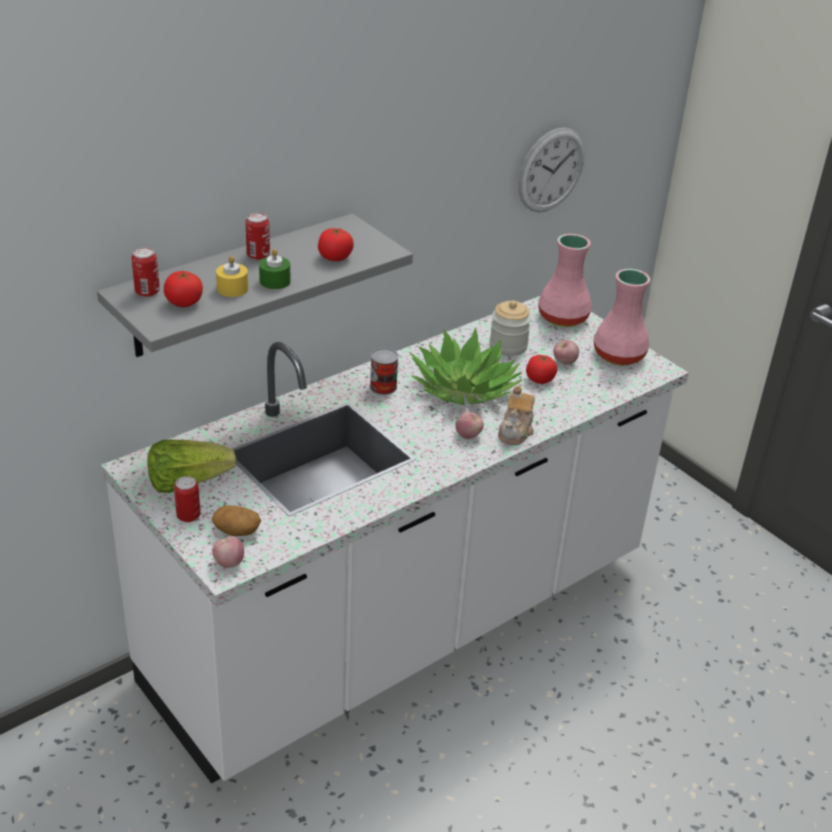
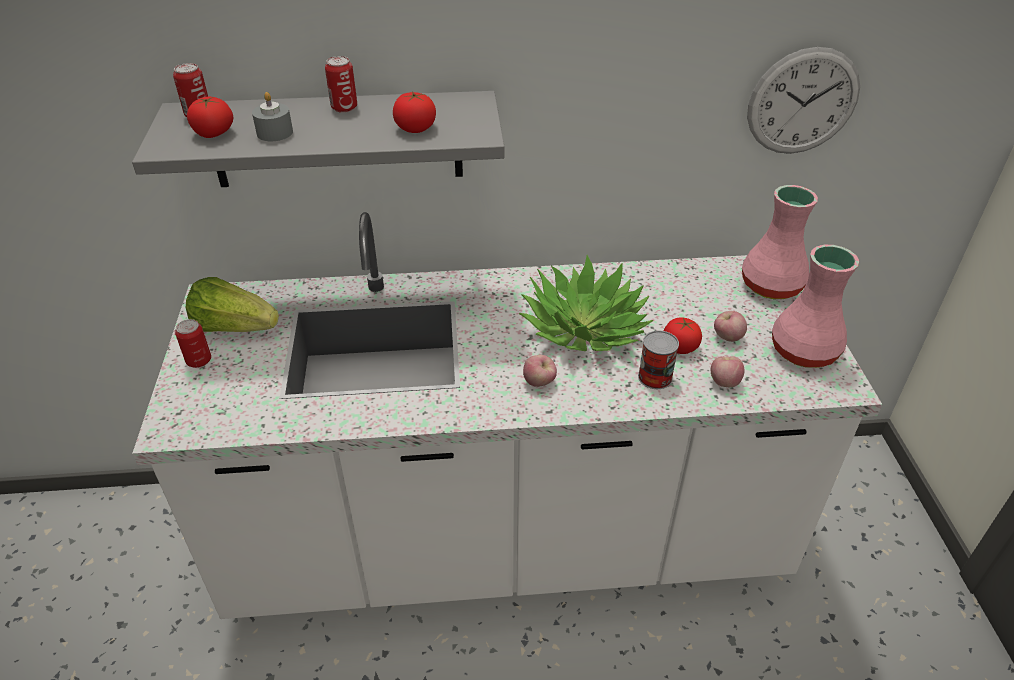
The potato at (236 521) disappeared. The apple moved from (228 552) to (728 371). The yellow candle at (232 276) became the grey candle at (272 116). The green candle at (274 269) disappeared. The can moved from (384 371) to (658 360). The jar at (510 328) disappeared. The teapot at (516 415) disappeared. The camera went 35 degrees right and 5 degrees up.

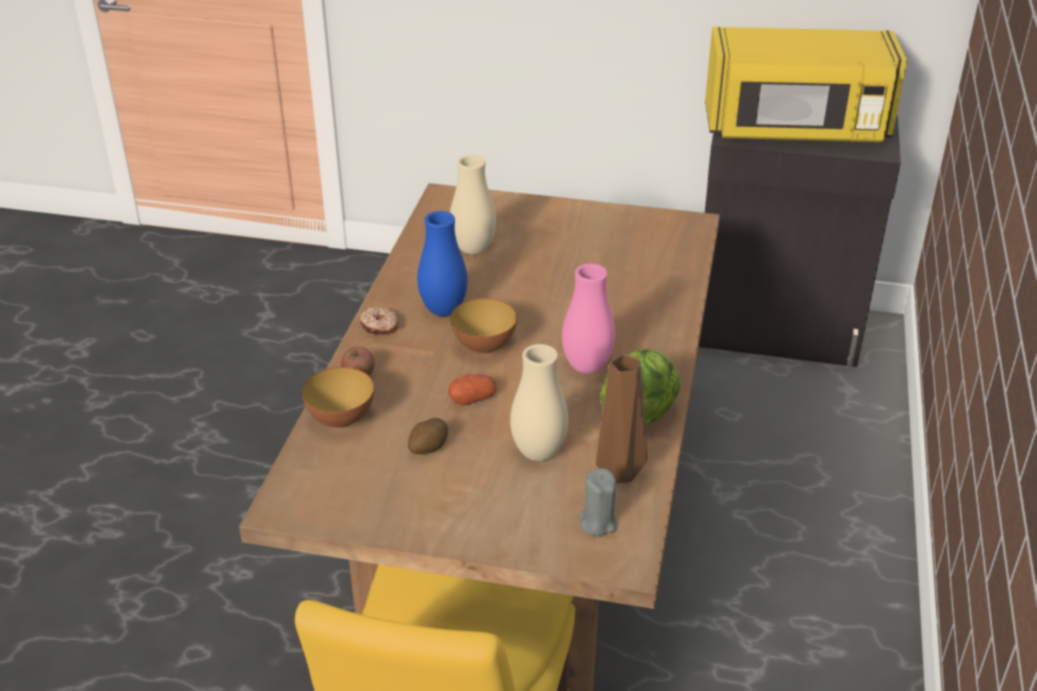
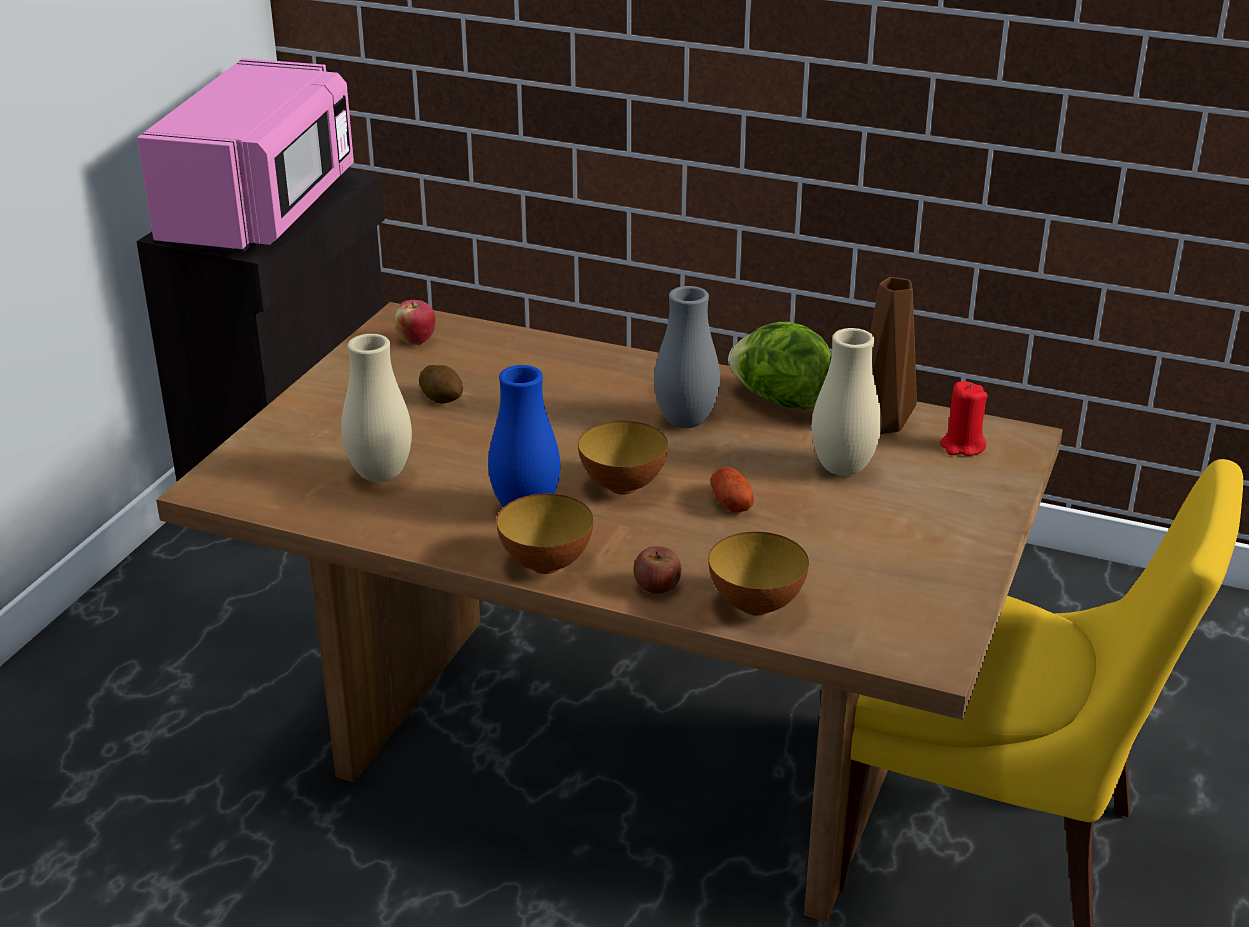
The donut at (378 321) was replaced by the bowl at (545 533). The potato moved from (428 436) to (441 384). The pink vase at (588 318) became the grey vase at (687 357). The grey candle at (598 502) became the red candle at (963 418). The yellow microwave at (806 84) became the pink microwave at (245 155). The apple at (415 322) appeared. The camera went 80 degrees left and 5 degrees down.

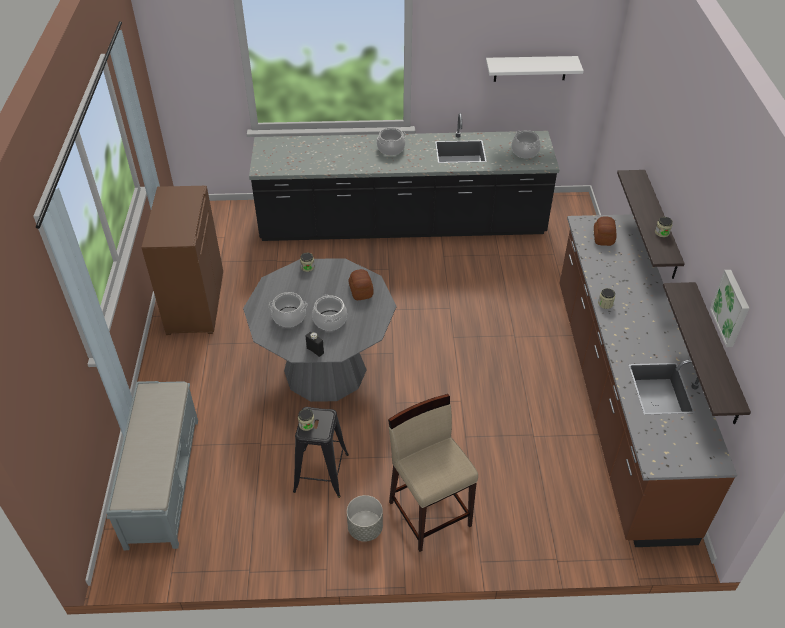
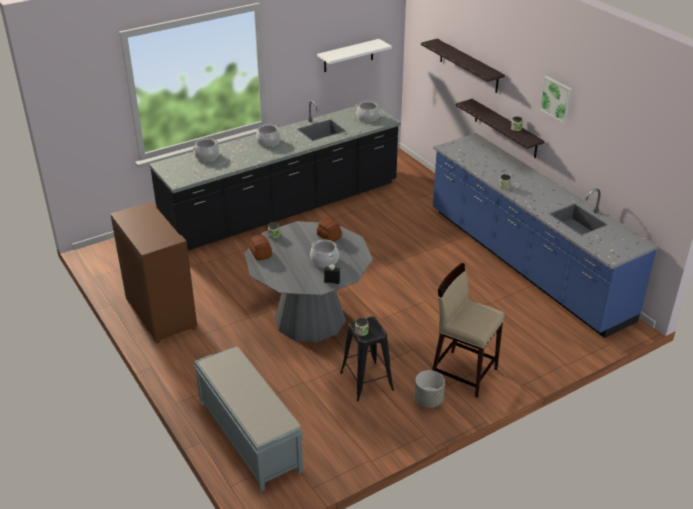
The cooking pot moved from (287 309) to (206 149). The brown counter at (648 380) became the blue counter at (545 235). The bread moved from (605 231) to (260 248). The shelf moved from (707 353) to (463 66). The picture moved from (729 308) to (556 99). The camera went 30 degrees left and 10 degrees down.

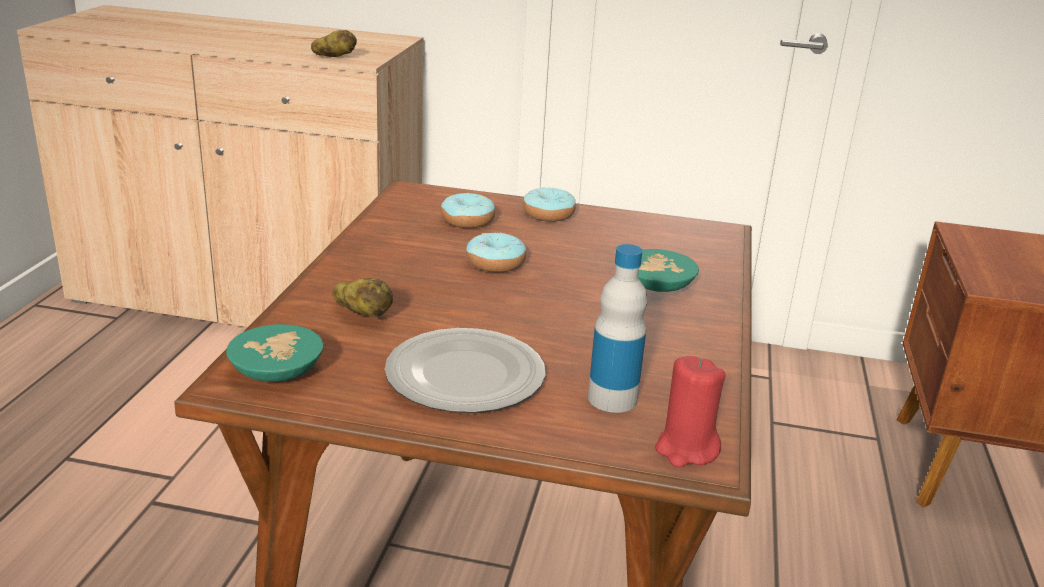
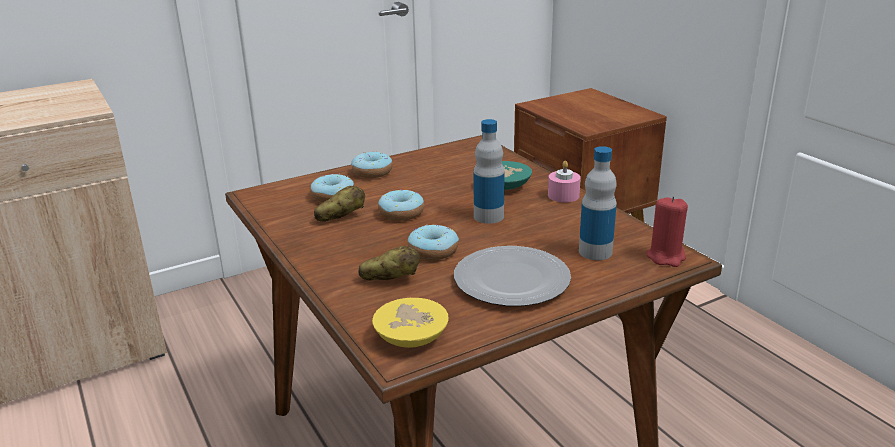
The turquoise bowl at (274 353) became the yellow bowl at (410 323). The potato moved from (334 43) to (339 204). The donut at (433 242) appeared. The bottle at (489 171) appeared. The pink candle at (564 181) appeared. The camera went 40 degrees left and 0 degrees up.

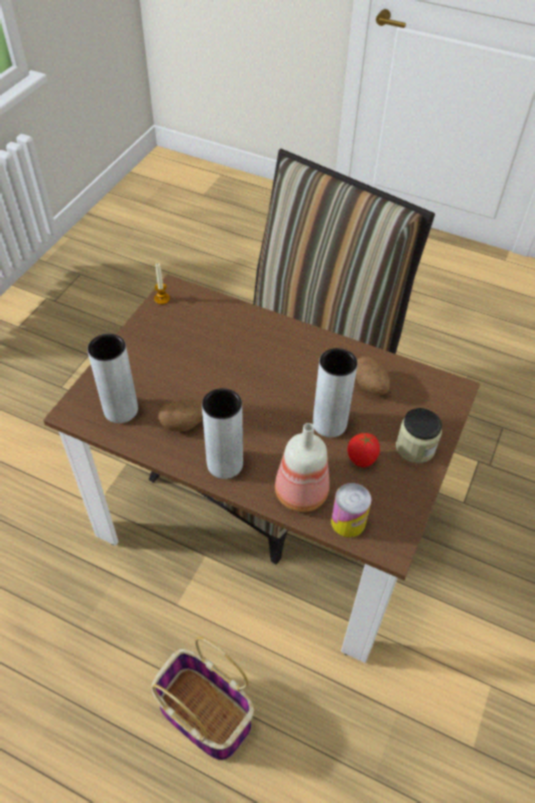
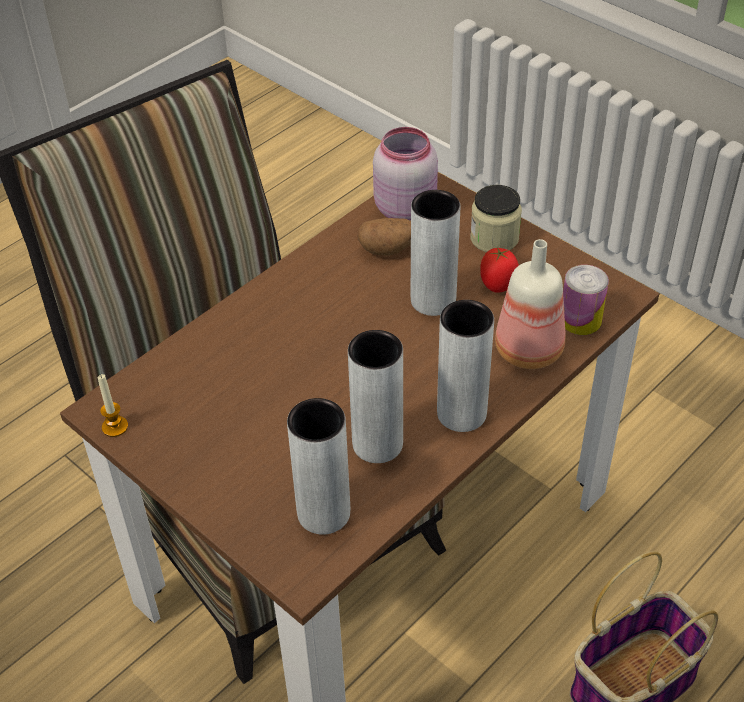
The potato at (180 416) was replaced by the grey vase at (375 396). The pink jar at (405 174) appeared. The camera went 70 degrees left and 5 degrees down.

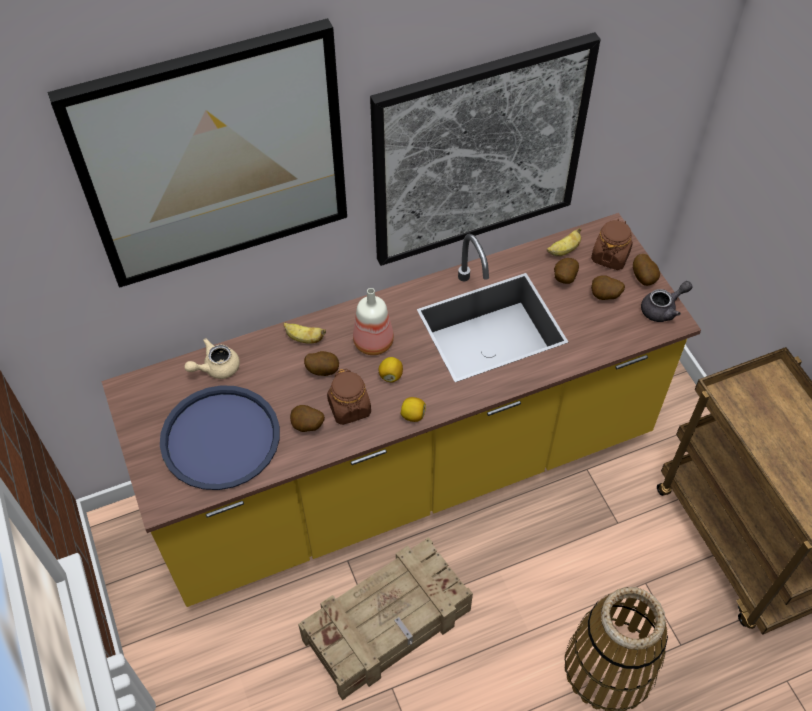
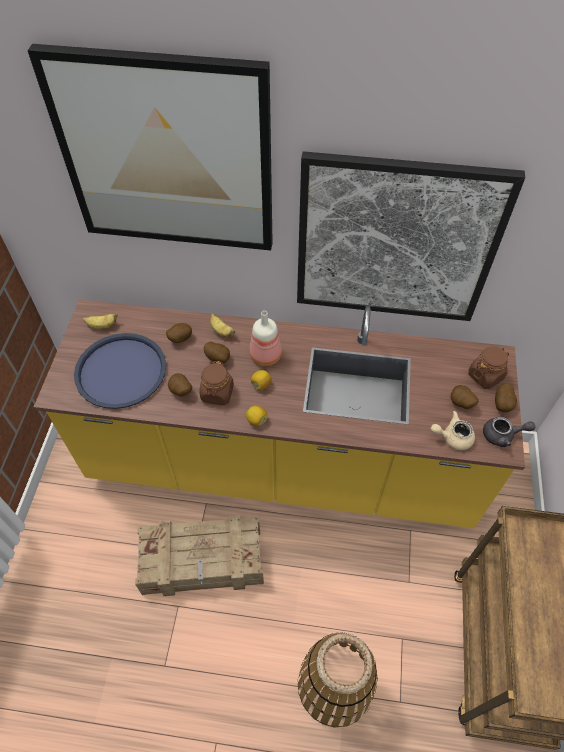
The beige teapot moved from (212 358) to (453 430). The banana moved from (564 242) to (100 321). The potato moved from (566 271) to (179 333). The camera went 30 degrees right and 0 degrees up.

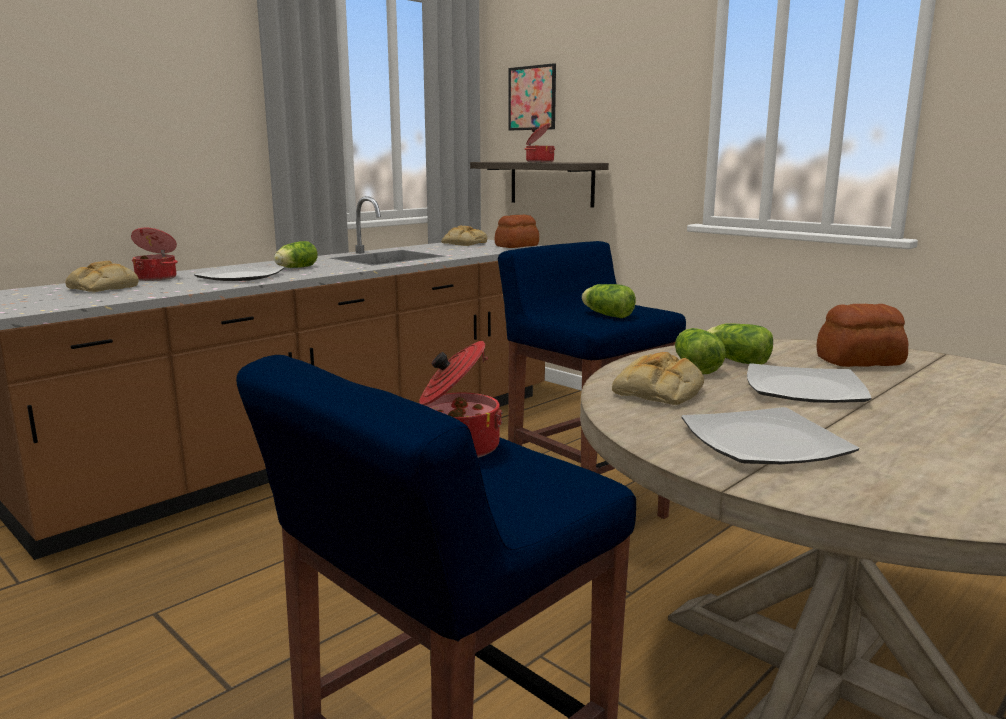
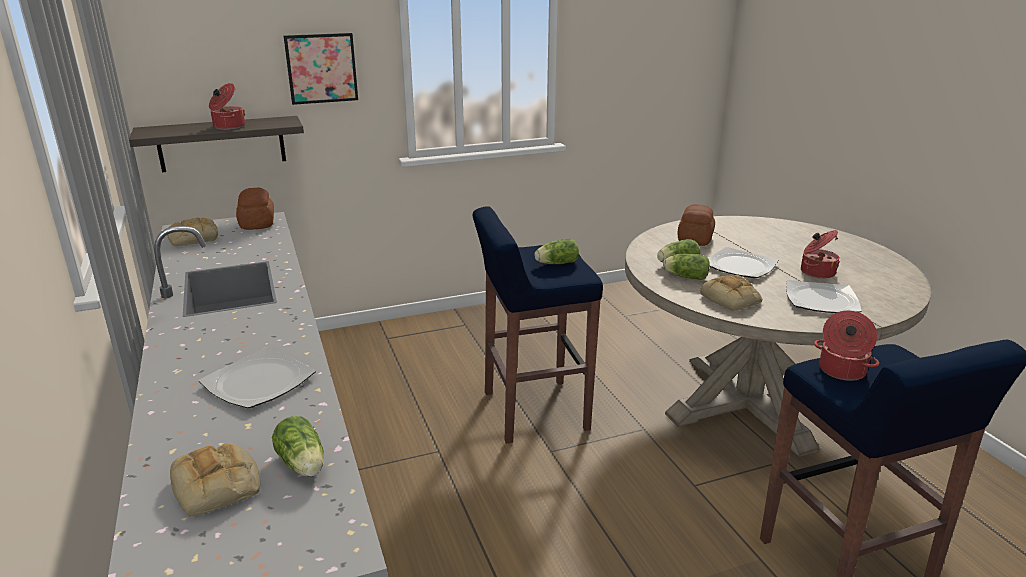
The cooking pot moved from (154 254) to (820 254). The lettuce moved from (296 254) to (298 446). The picture moved from (532 96) to (321 69). The camera went 65 degrees left and 10 degrees up.

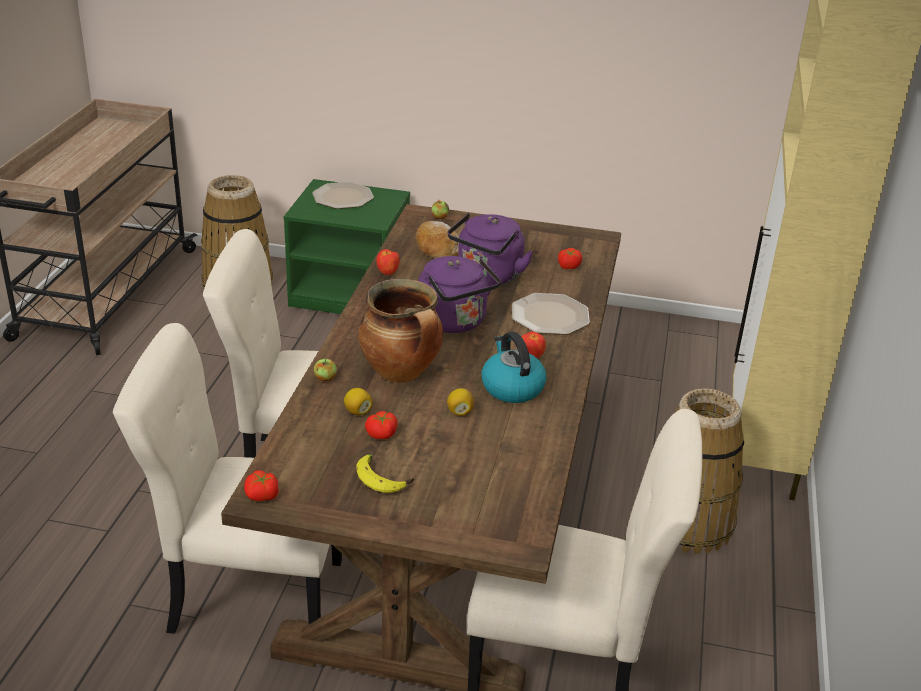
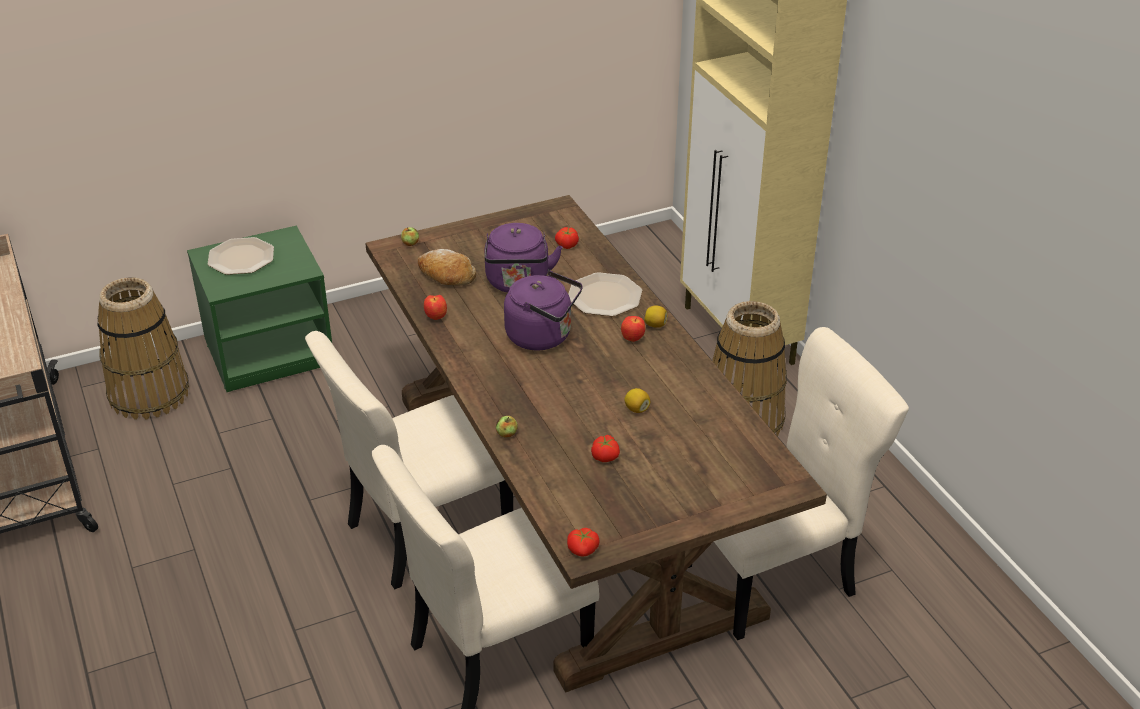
The lemon moved from (358 401) to (655 317). The banana at (385 473) disappeared. The cooking pot at (400 331) disappeared. The kettle at (514 367) disappeared. The camera went 35 degrees left and 5 degrees up.

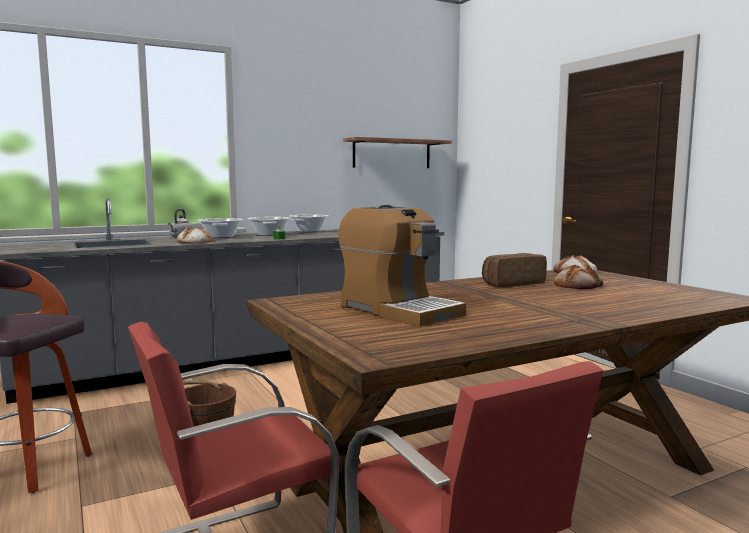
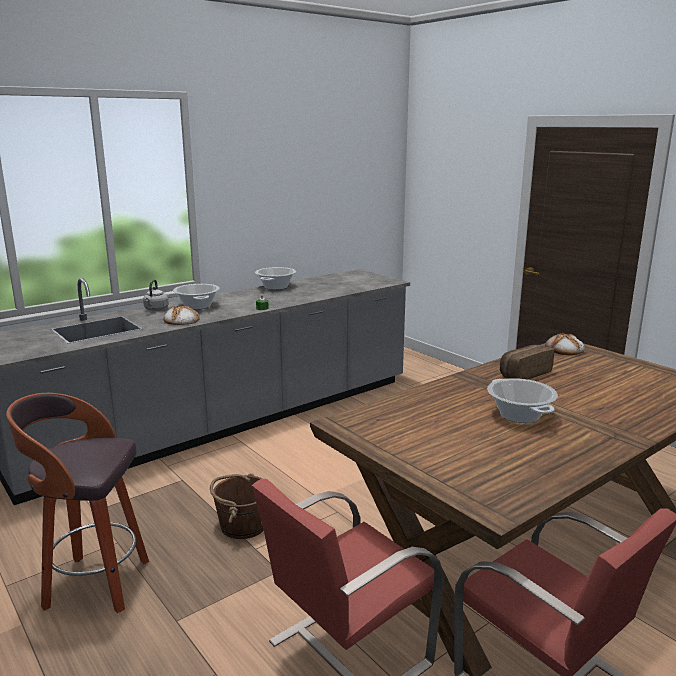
The cooking pot moved from (268 226) to (522 400). The coffee machine at (402 266) disappeared. The shelf at (397 152) disappeared. The bread at (578 277) disappeared. The camera went 10 degrees left and 10 degrees up.

